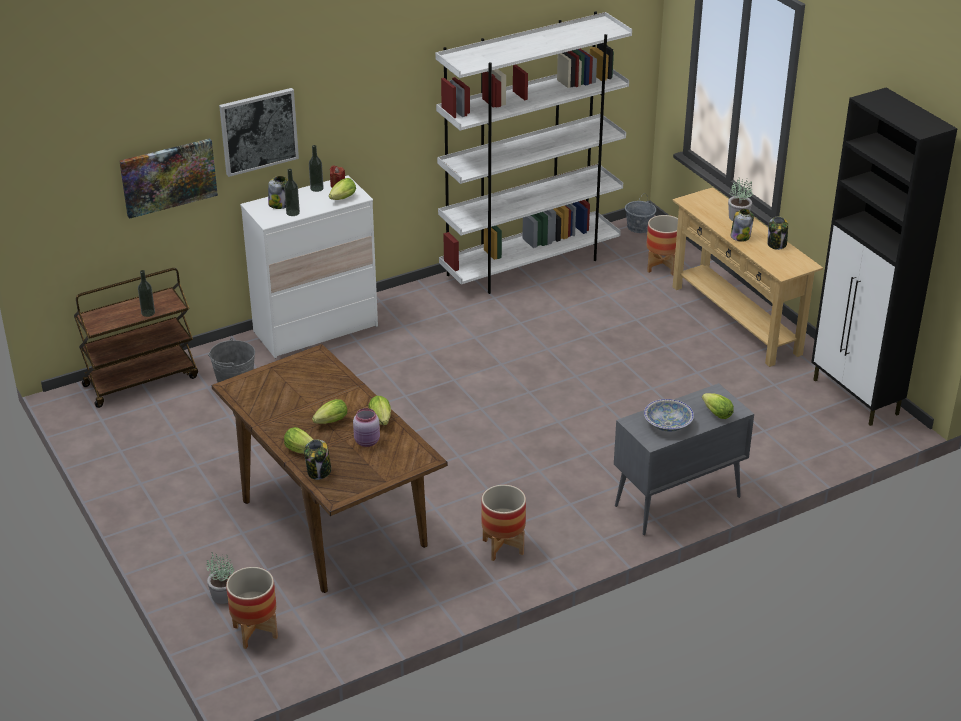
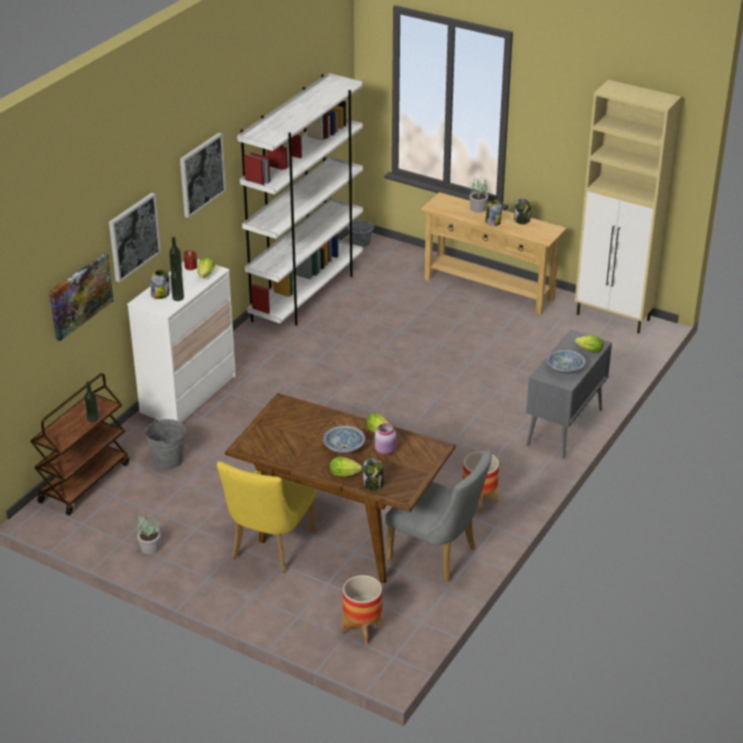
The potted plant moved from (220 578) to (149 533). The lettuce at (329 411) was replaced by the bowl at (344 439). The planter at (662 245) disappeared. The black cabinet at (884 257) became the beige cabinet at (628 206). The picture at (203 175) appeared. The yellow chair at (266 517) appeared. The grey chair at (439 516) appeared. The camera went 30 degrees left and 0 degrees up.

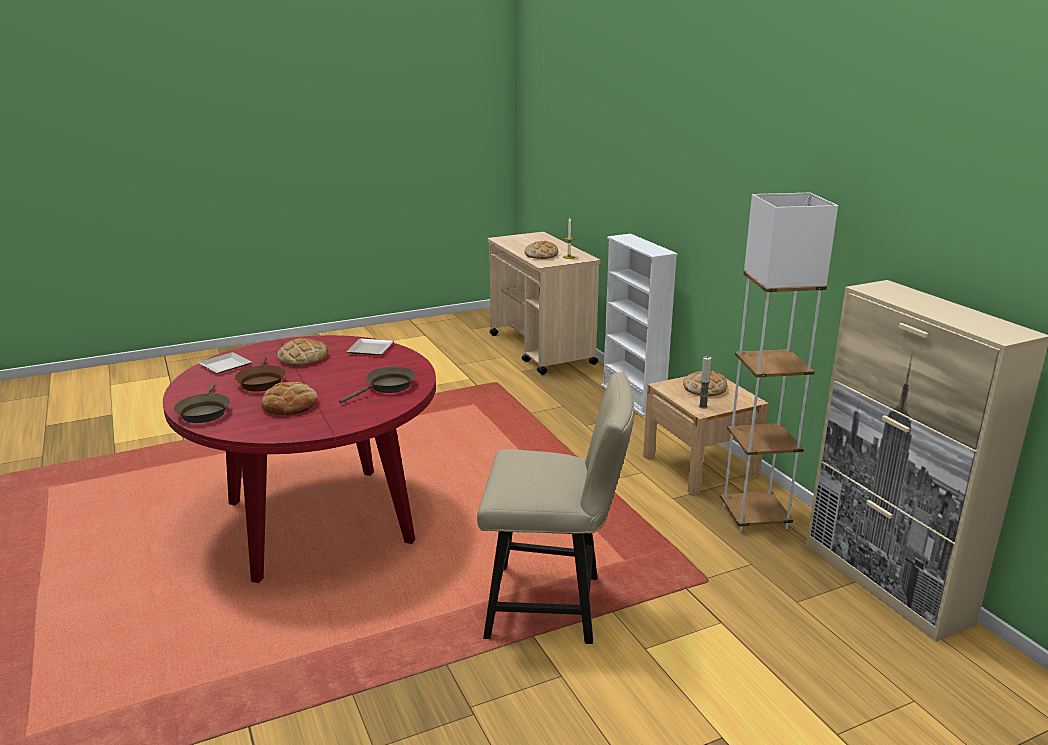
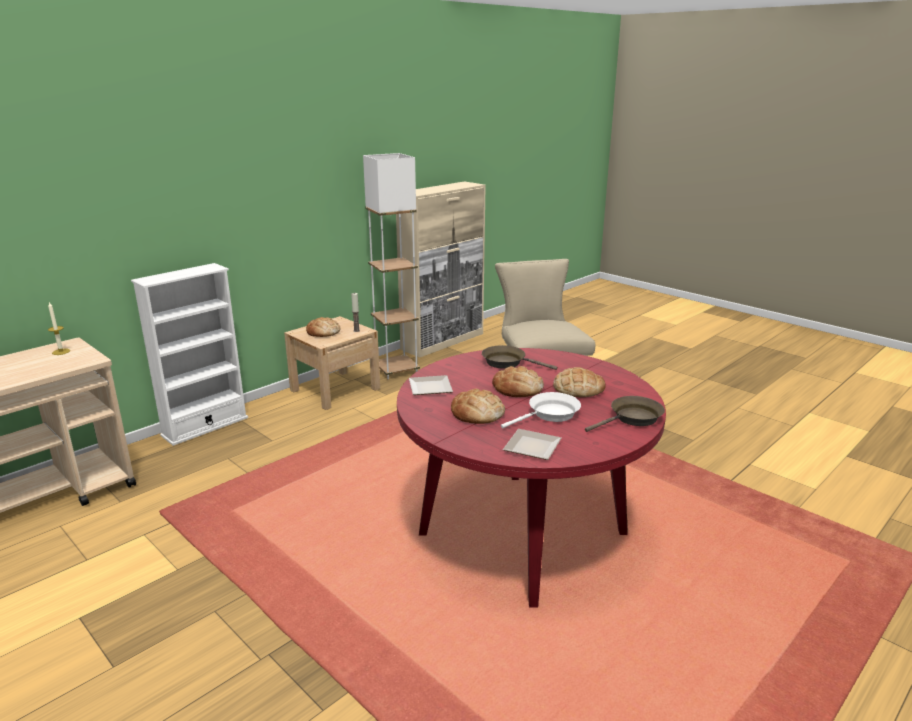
The brown frying pan at (260 374) became the white frying pan at (541 410). The bread moved from (541 250) to (518 381). The camera went 110 degrees left and 0 degrees up.

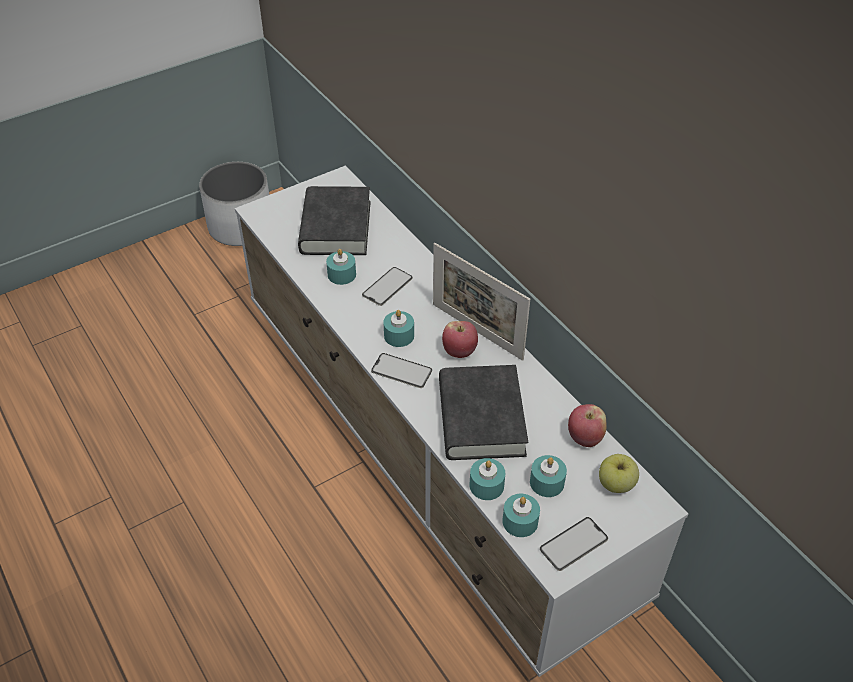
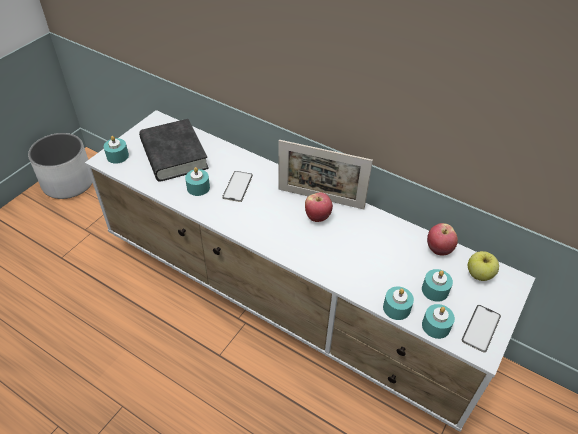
The phone at (401 370) disappeared. The turquoise candle moved from (398 328) to (116 150). The black book at (483 412) disappeared. The camera went 25 degrees left and 0 degrees up.

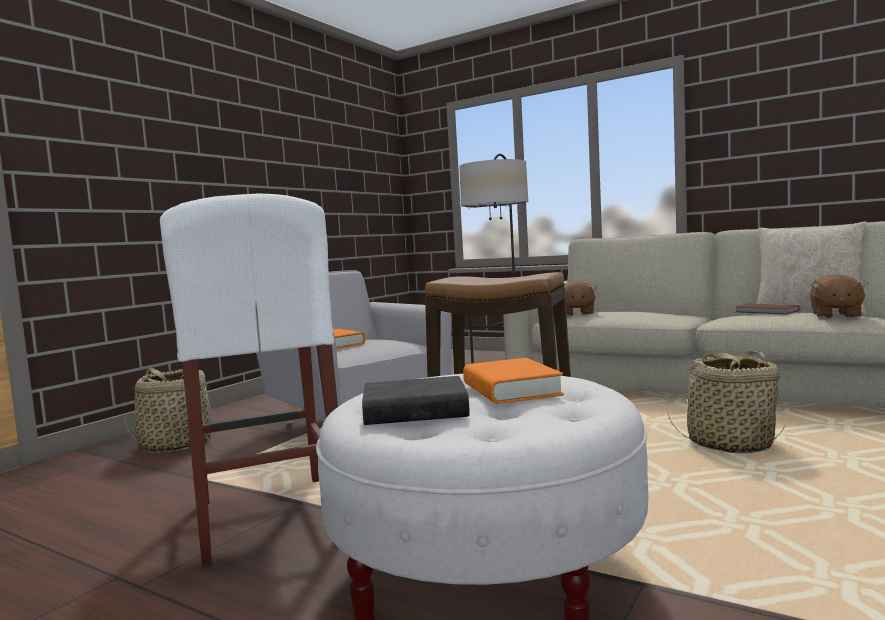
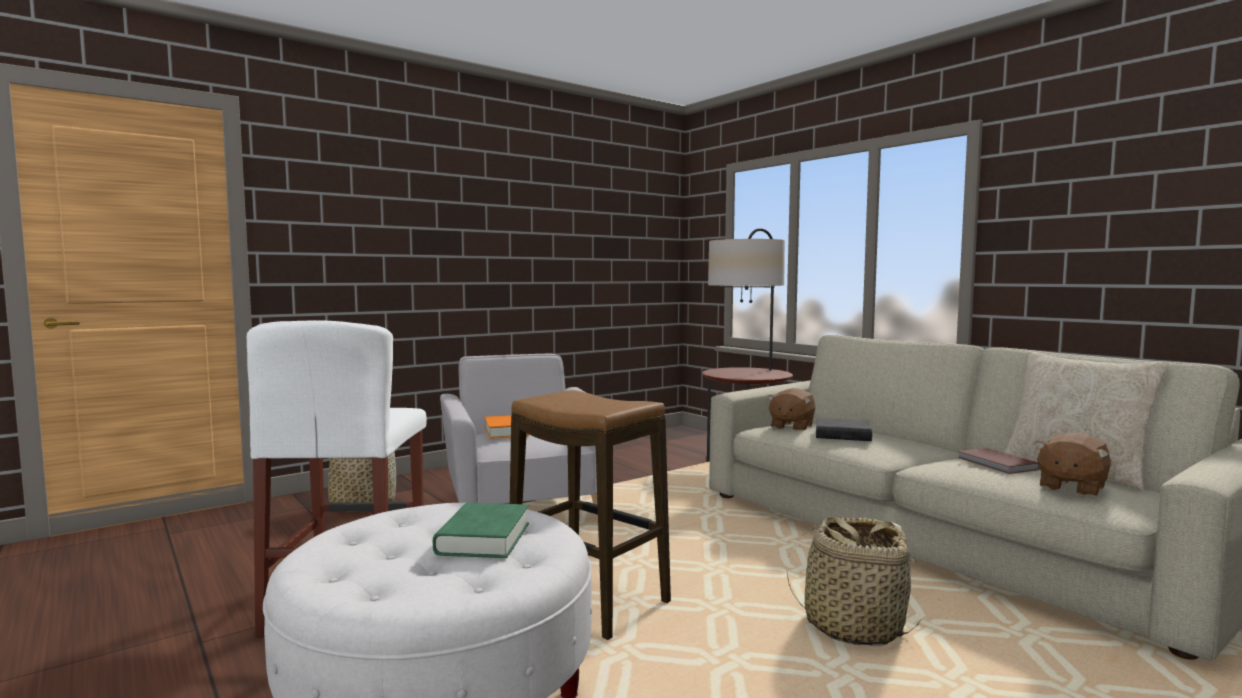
The black book moved from (416 400) to (844 429). The orange book at (513 381) became the green book at (481 530). The camera went 20 degrees right and 0 degrees up.

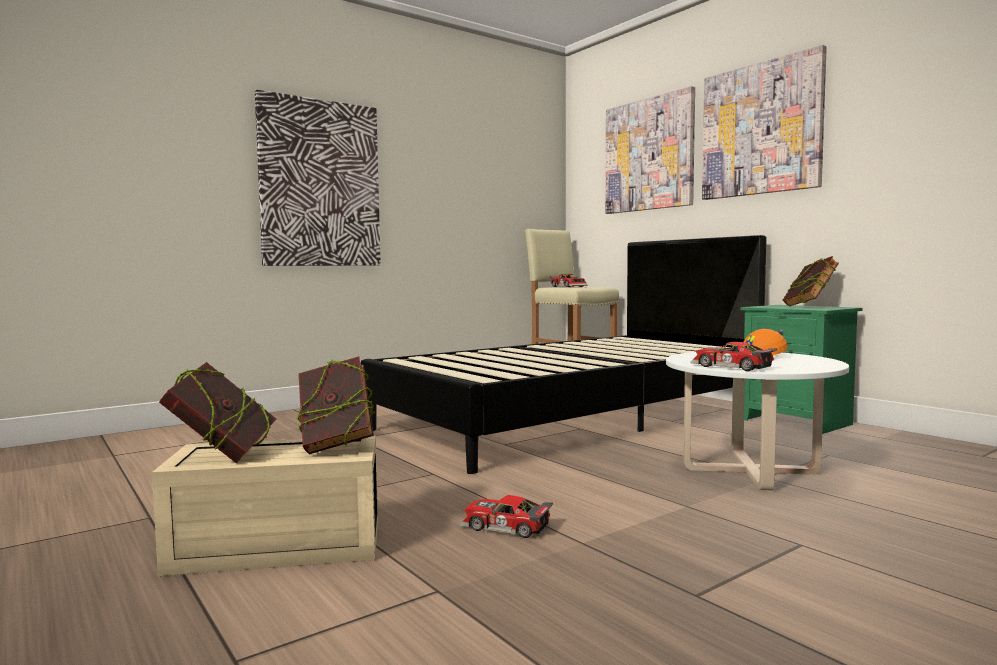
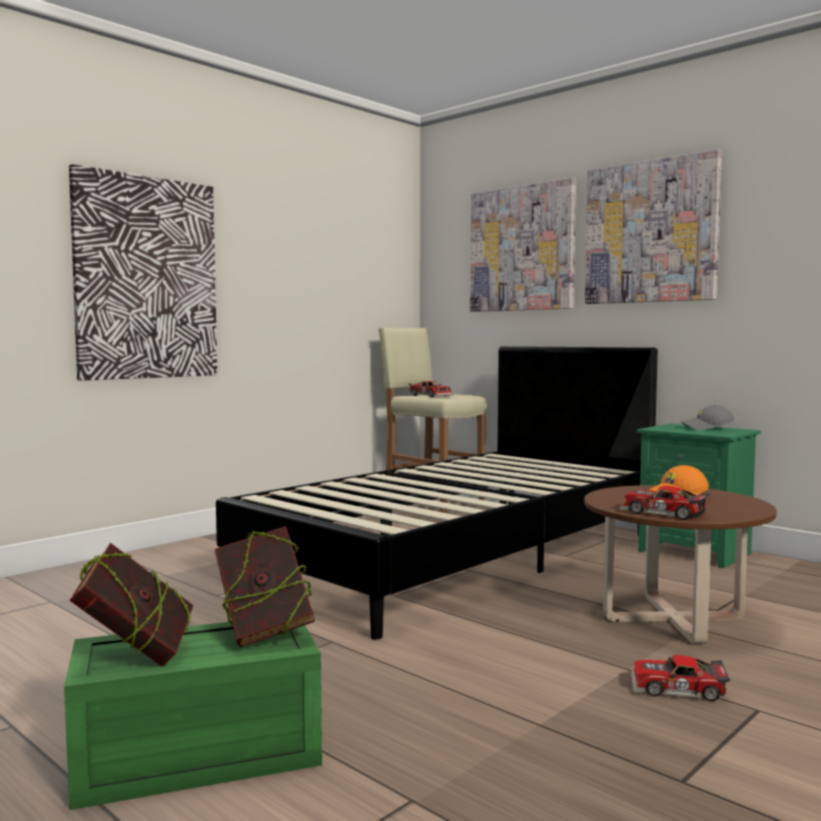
The beige storage box at (265 506) became the green storage box at (193 716). The toy car moved from (506 516) to (680 678). The white coffee table at (757 421) became the brown coffee table at (680 564). The book at (811 281) was replaced by the grey cap at (708 417). The camera went 10 degrees left and 0 degrees up.

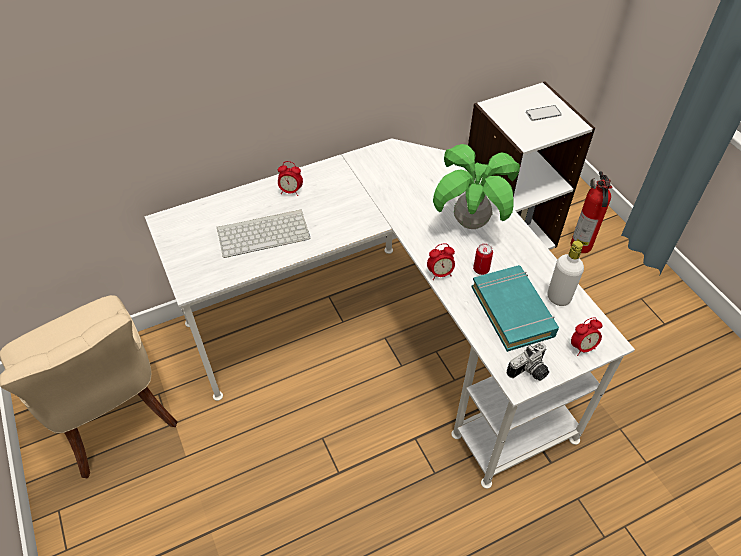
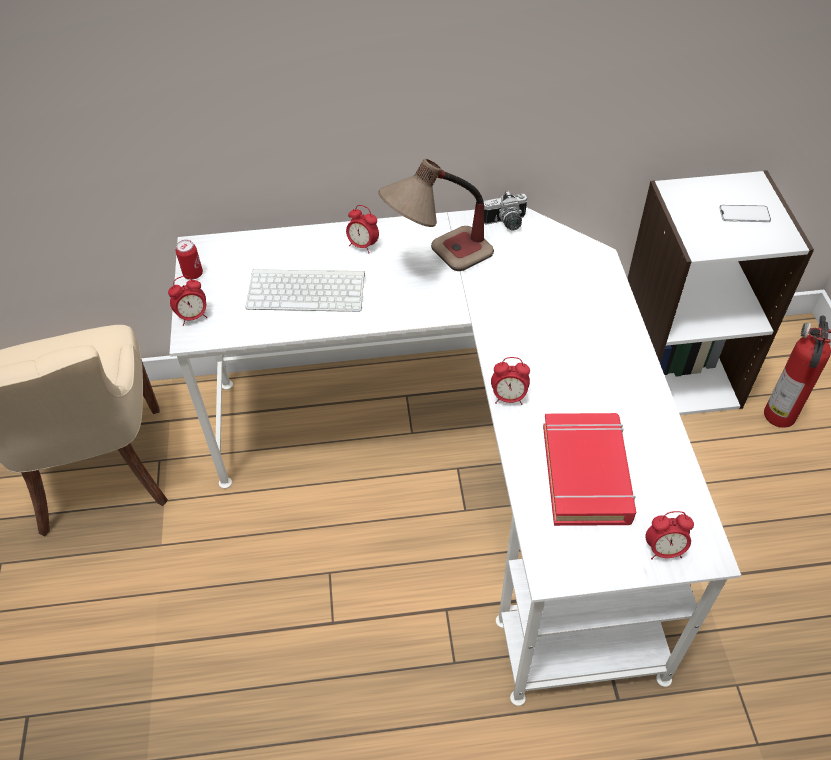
The potted plant at (476 186) disappeared. The turquoise book at (515 308) became the red book at (589 469). The can moved from (483 259) to (189 260). The photo camera moved from (528 361) to (505 210). The white bottle at (565 273) disappeared. The alarm clock at (187 301) appeared. The table lamp at (436 215) appeared. The camera went 20 degrees right and 0 degrees up.

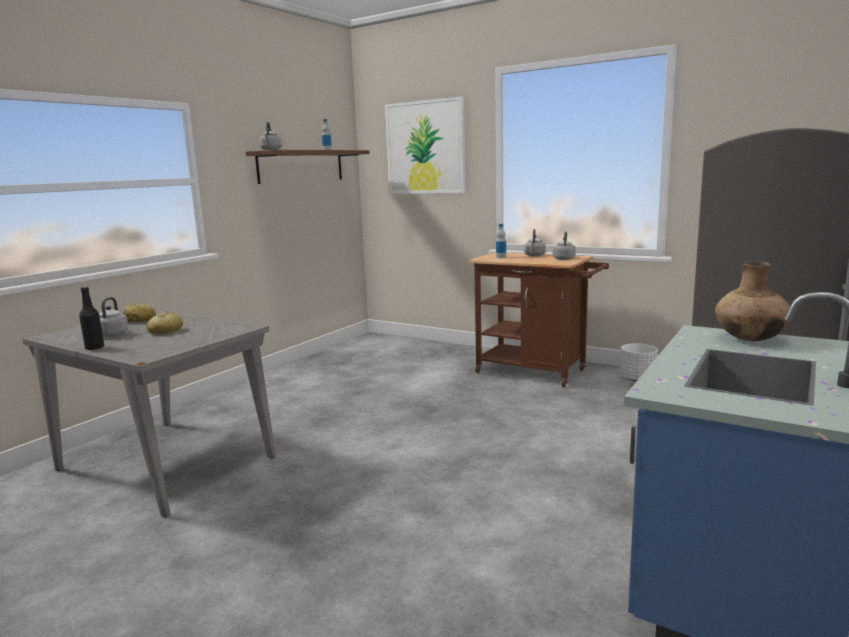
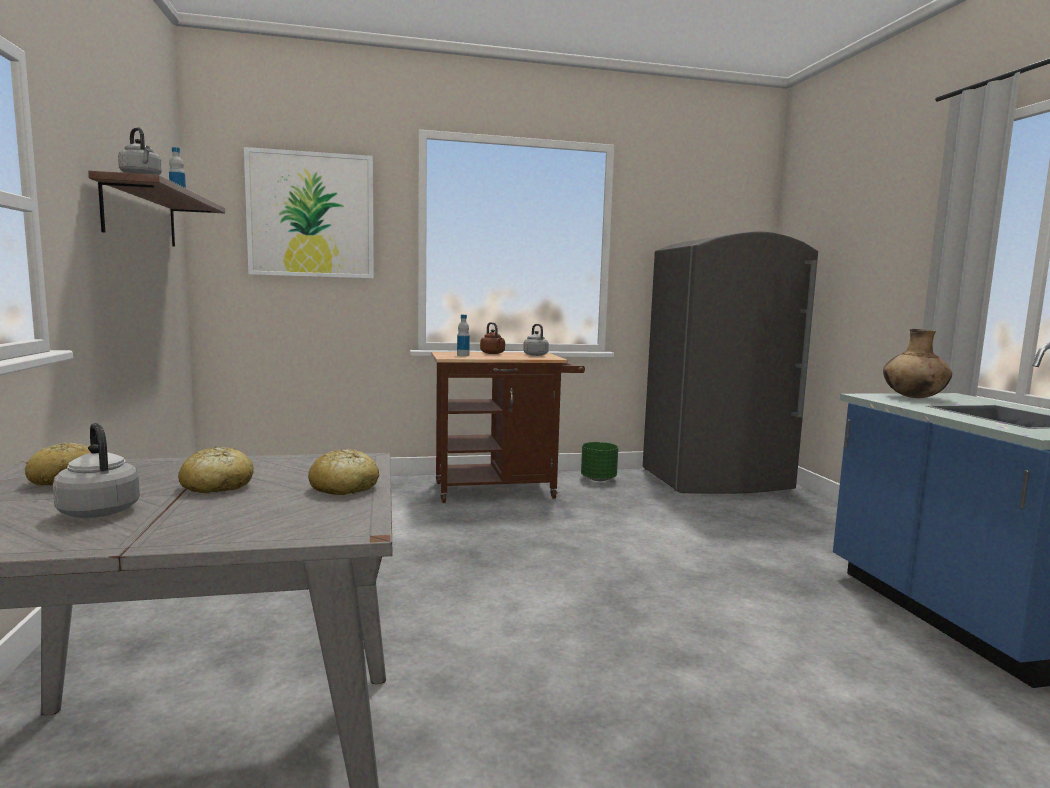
The black bottle at (91 318) disappeared. The grey kettle at (535 242) became the brown kettle at (492 338). The white planter at (639 362) became the green planter at (599 461). The bread at (343 472) appeared. The camera went 45 degrees left and 5 degrees down.

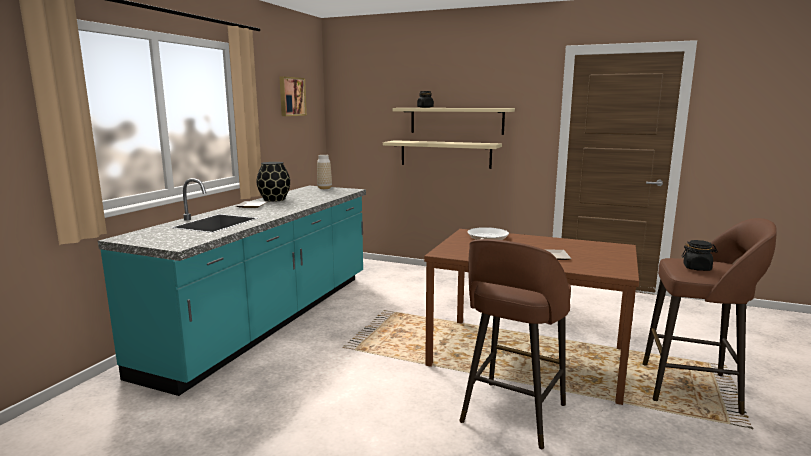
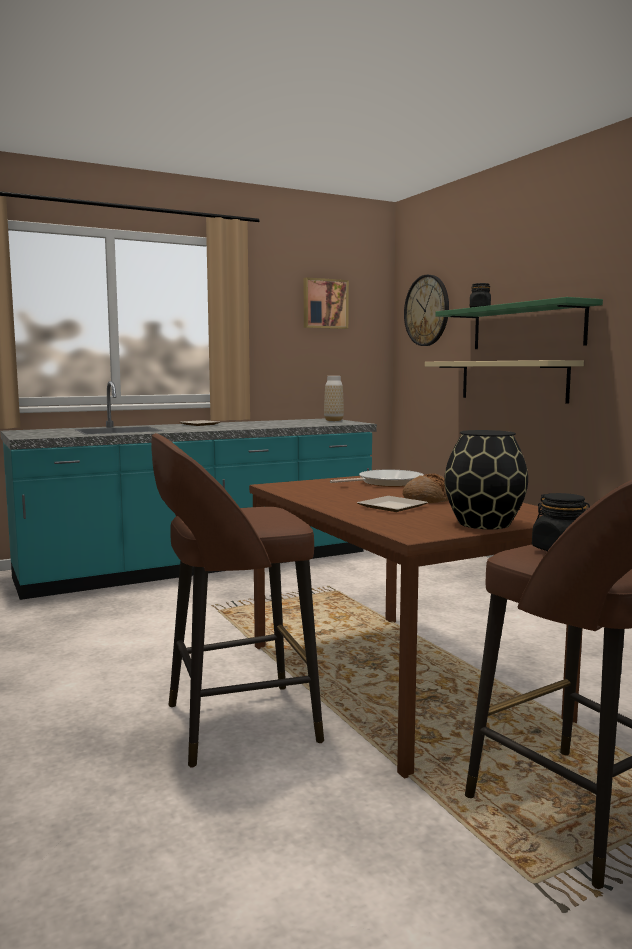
The black vase moved from (273 182) to (486 479). The beige shelf at (454 121) became the green shelf at (519 323). The bread at (426 488) appeared. The wall clock at (426 310) appeared. The camera went 40 degrees right and 5 degrees down.

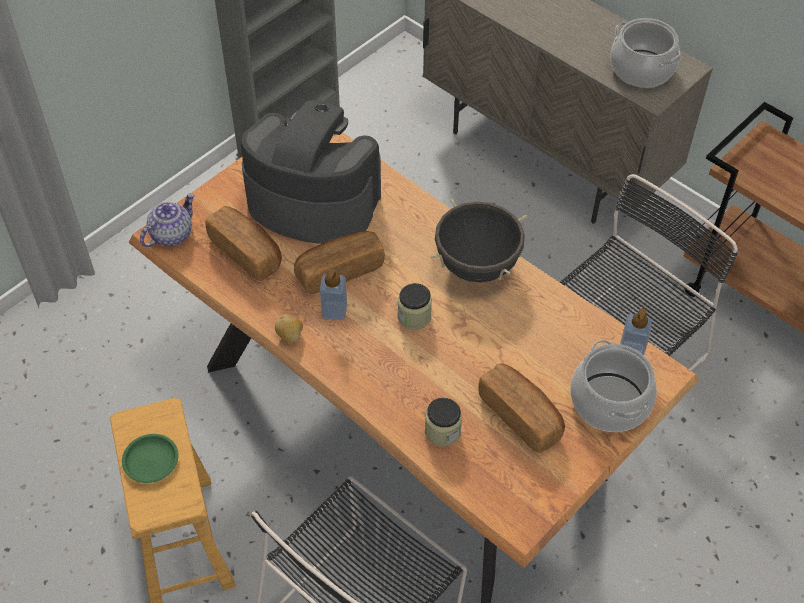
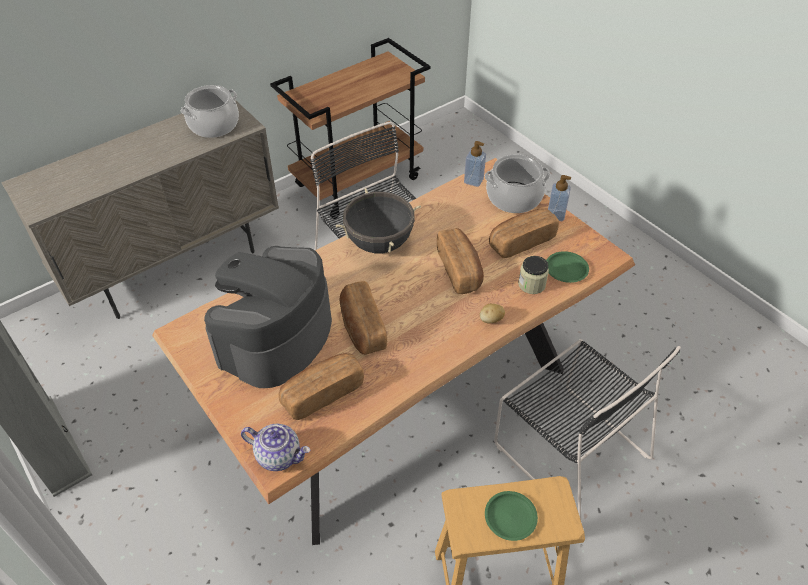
The teapot at (167 220) turned 150 degrees clockwise. The potato moved from (289 328) to (492 314). The soap dispenser moved from (333 293) to (559 198). The jar at (415 306) disappeared. The bread at (460 261) appeared. The green plate at (567 267) appeared. The camera went 80 degrees left and 5 degrees down.

